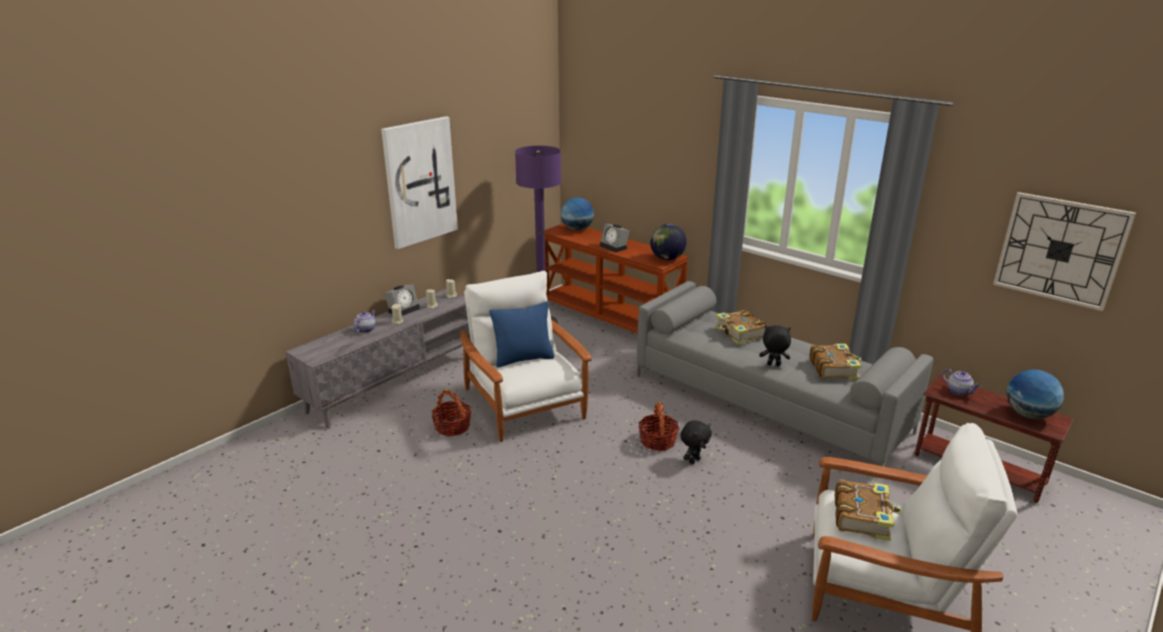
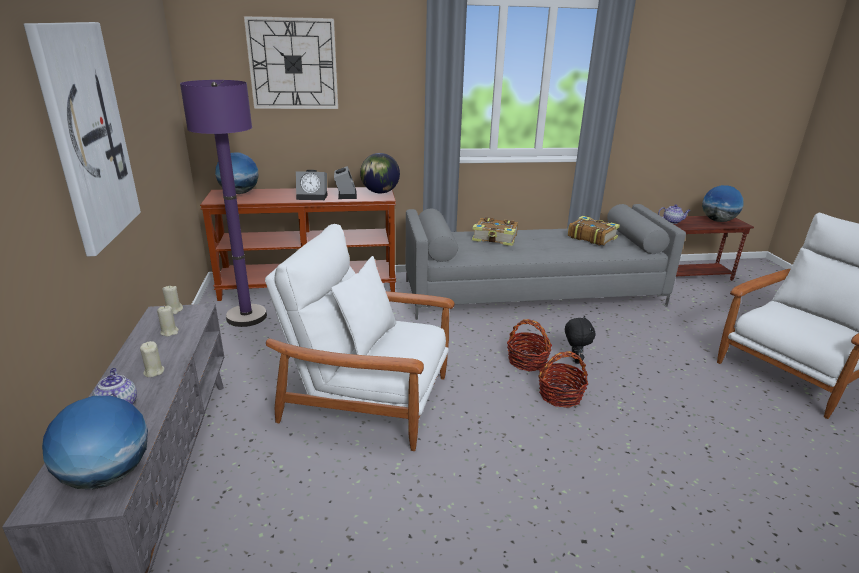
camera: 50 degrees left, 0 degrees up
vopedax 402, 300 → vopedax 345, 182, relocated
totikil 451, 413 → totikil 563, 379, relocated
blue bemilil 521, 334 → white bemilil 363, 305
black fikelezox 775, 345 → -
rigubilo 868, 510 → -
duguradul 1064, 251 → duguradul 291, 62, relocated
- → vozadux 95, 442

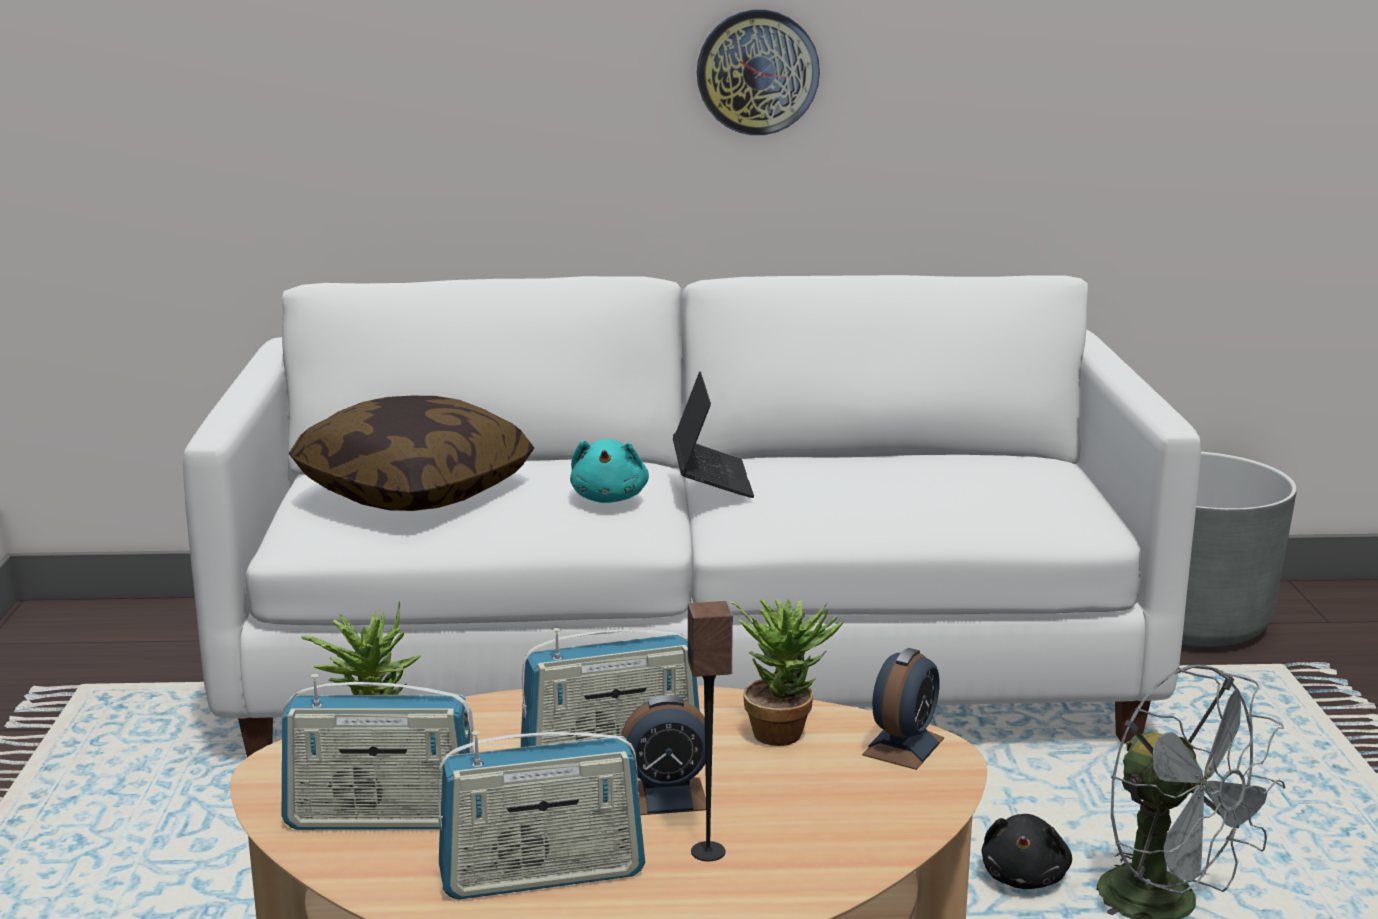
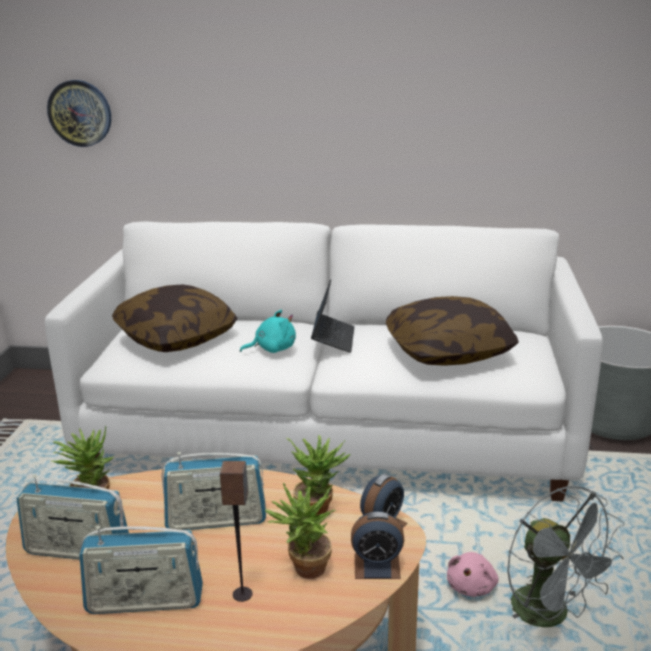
camera: 10 degrees right, 5 degrees up
turquoise fikelezox 609, 471 → turquoise fikelezox 268, 331, 120 degrees counterclockwise
vopedax 663, 755 → vopedax 377, 545, relocated
duguradul 758, 72 → duguradul 79, 113, relocated
black fikelezox 1027, 851 → pink fikelezox 472, 574
- → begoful 300, 531
- → bemilil 452, 331

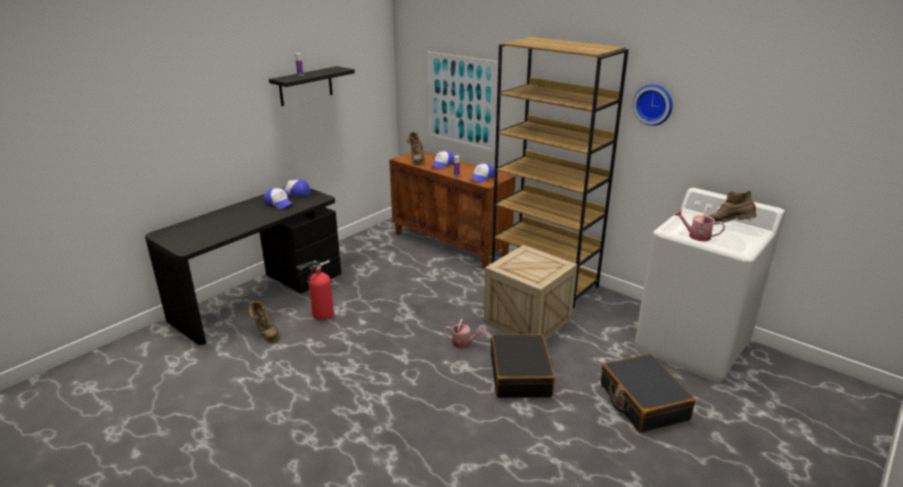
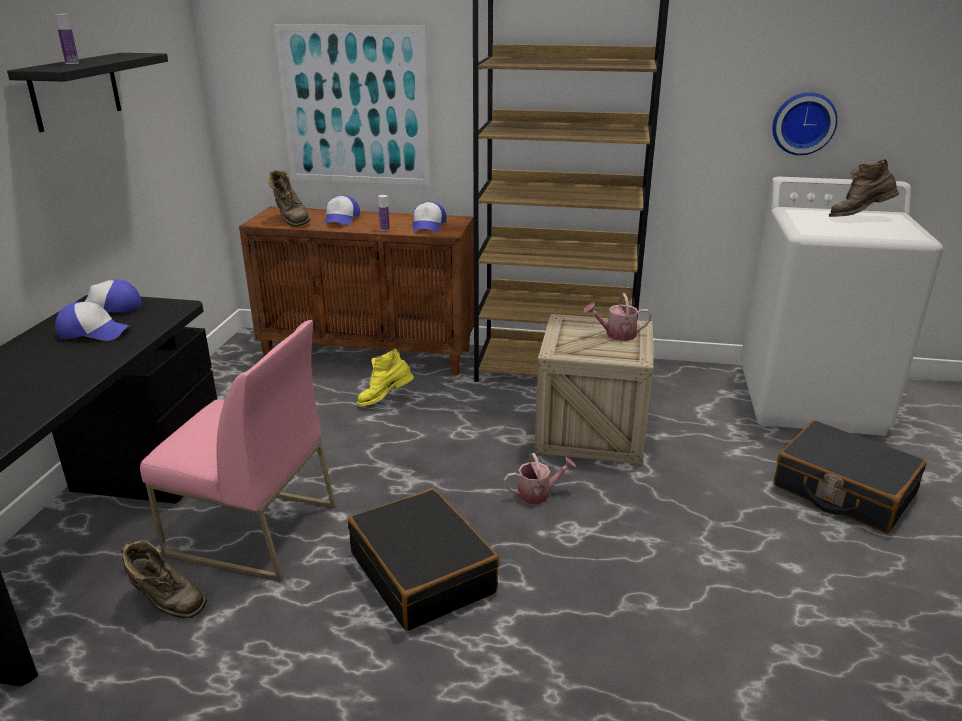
camera: 30 degrees left, 0 degrees up
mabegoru 315, 290 → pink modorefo 238, 450
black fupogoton 523, 366 → black fupogoton 423, 559, relocated
duguradul 653, 105 → duguradul 805, 123, relocated
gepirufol 699, 224 → gepirufol 618, 317, relocated
- → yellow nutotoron 385, 377

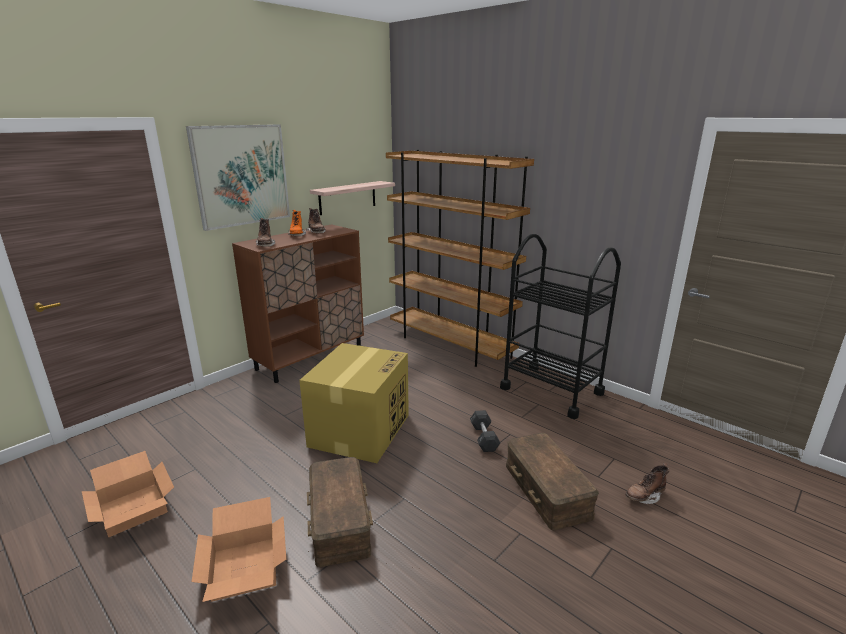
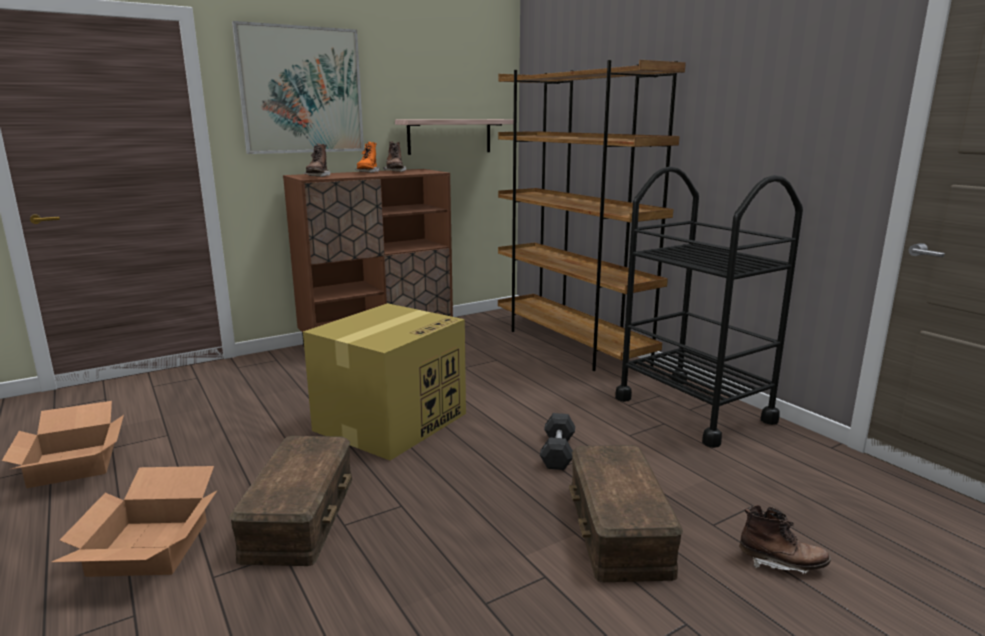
camera: 15 degrees right, 5 degrees down
brown nutotoron 647, 483 → brown nutotoron 785, 539, 150 degrees counterclockwise

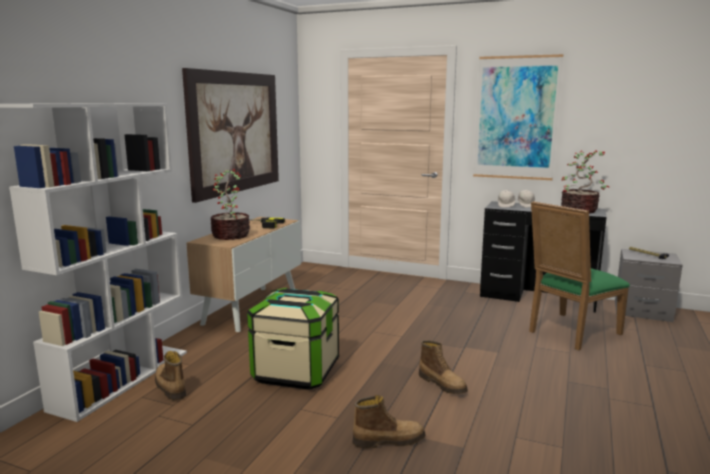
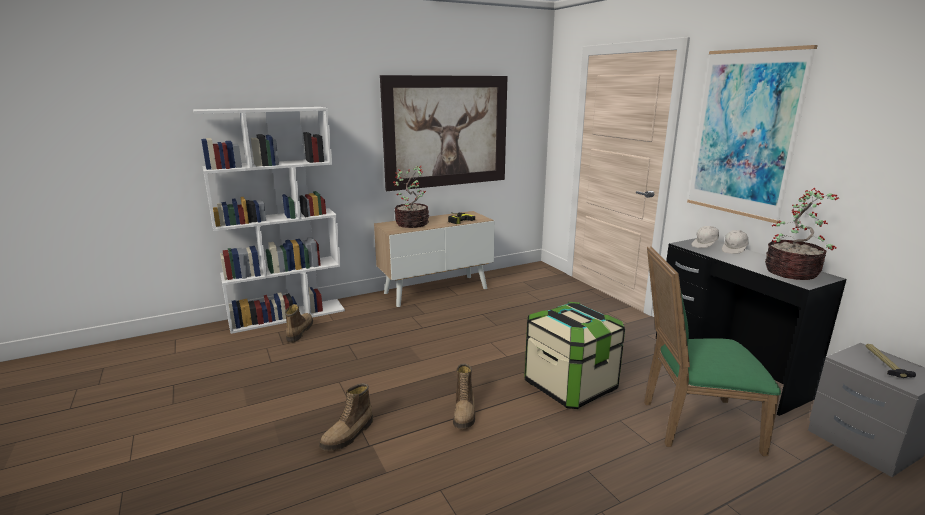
camera: 40 degrees right, 5 degrees up
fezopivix 293, 339 → fezopivix 574, 355, relocated
nutotoron 389, 421 → nutotoron 346, 417, 90 degrees clockwise

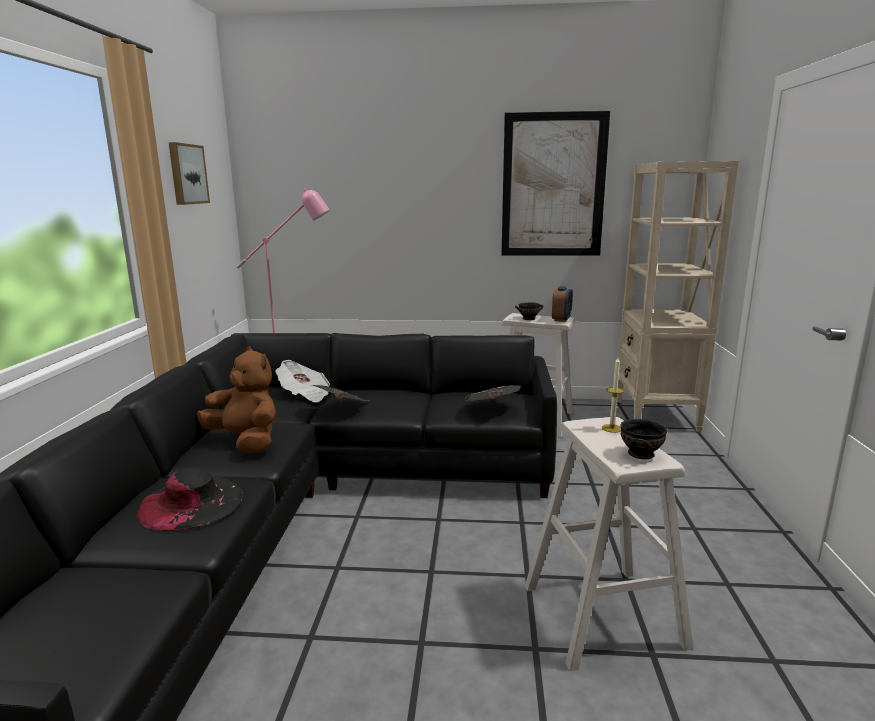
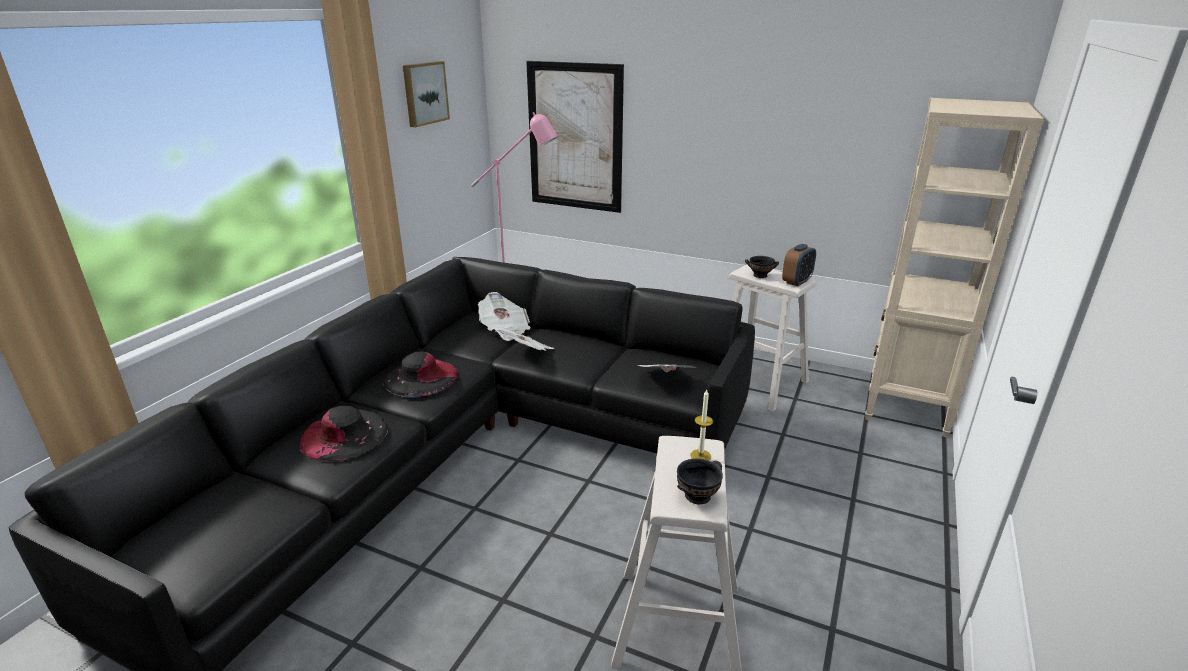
camera: 20 degrees right, 10 degrees up
brown fikelezox 236, 400 → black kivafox 421, 374
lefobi 555, 183 → lefobi 575, 137, relocated

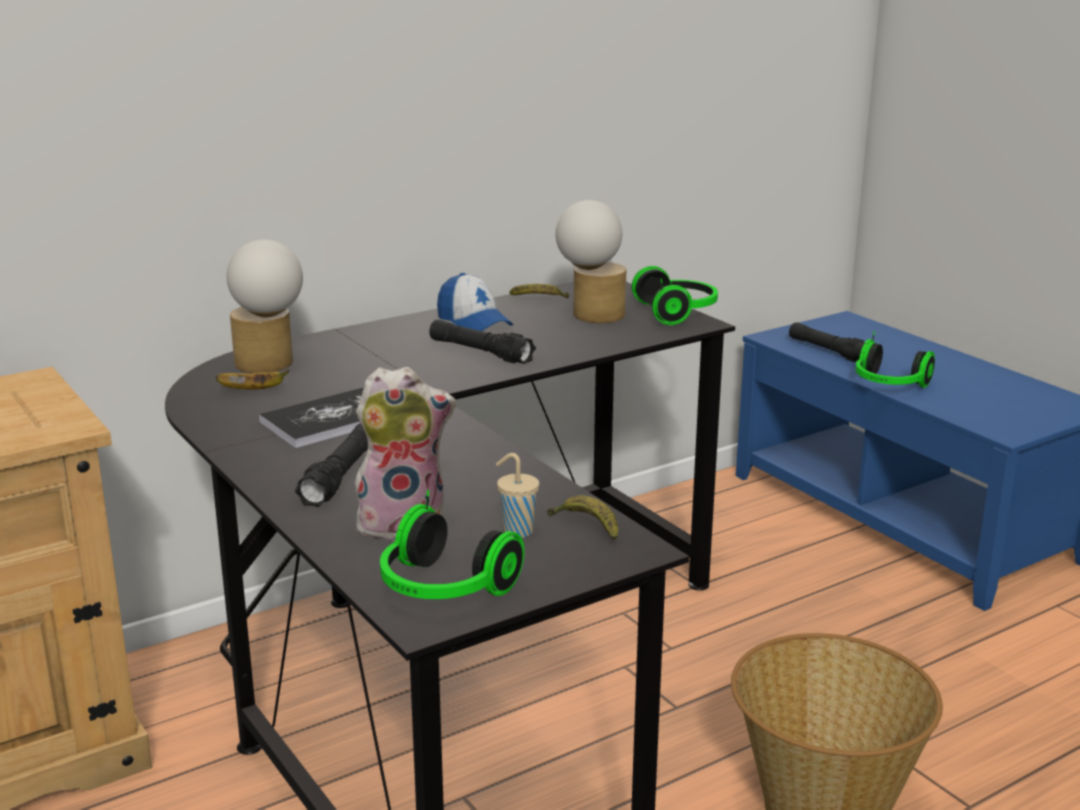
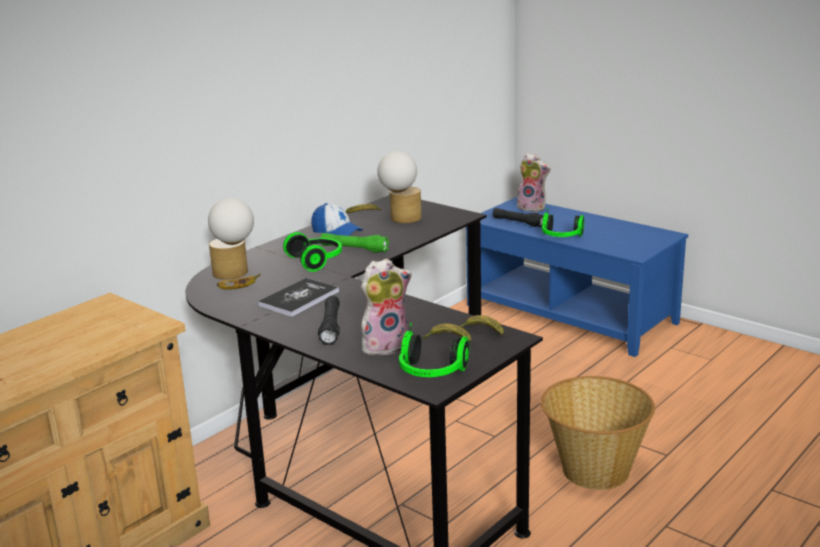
camera: 15 degrees left, 0 degrees up
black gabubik 482, 342 → green gabubik 355, 243
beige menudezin 517, 495 → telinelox 447, 333
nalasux 675, 295 → nalasux 312, 252, relocated
- → fikelezox 534, 182

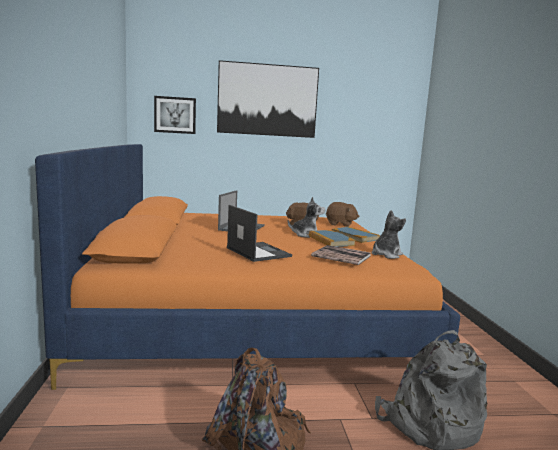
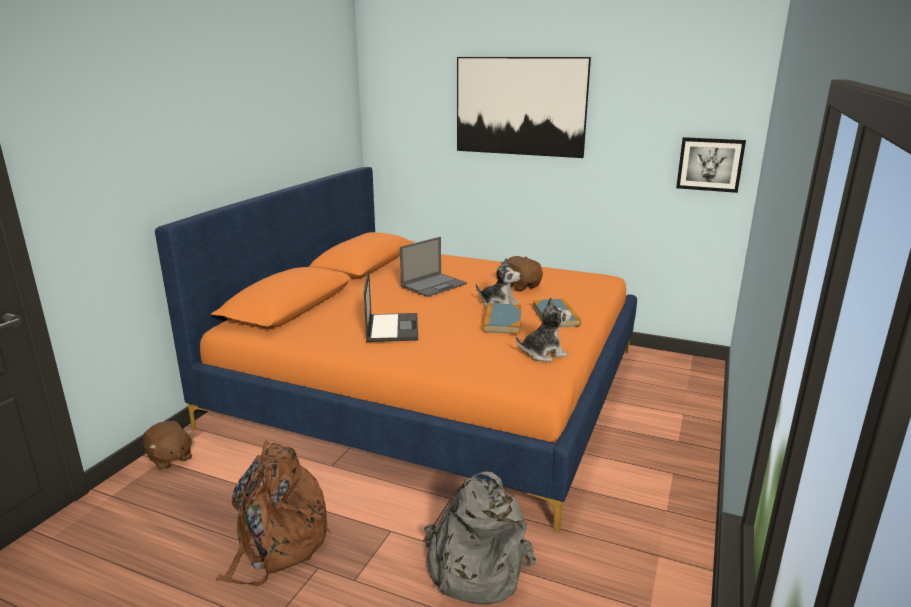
camera: 30 degrees right, 10 degrees up
lefobi 175, 115 → lefobi 711, 165, relocated
rigubilo 341, 255 → -
brown fikelezox 342, 214 → brown fikelezox 168, 445, relocated

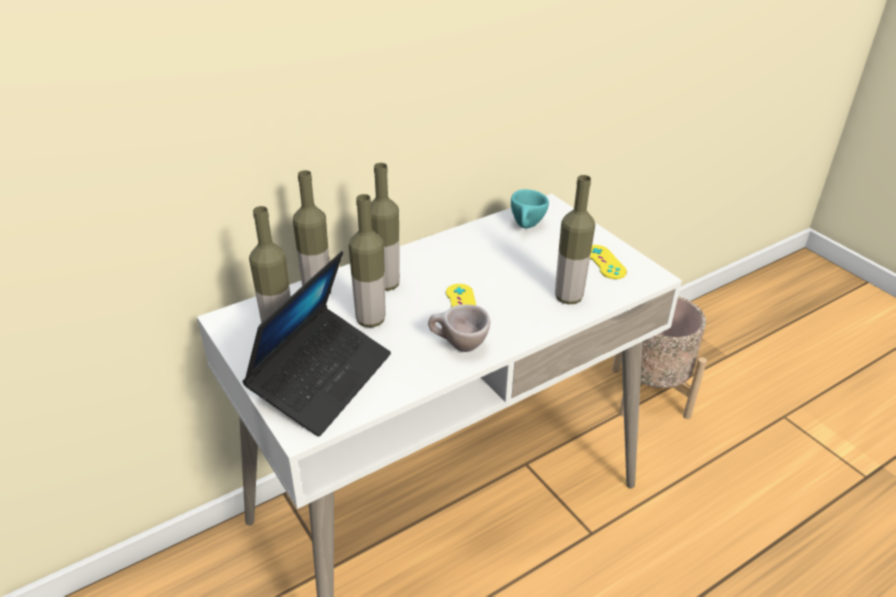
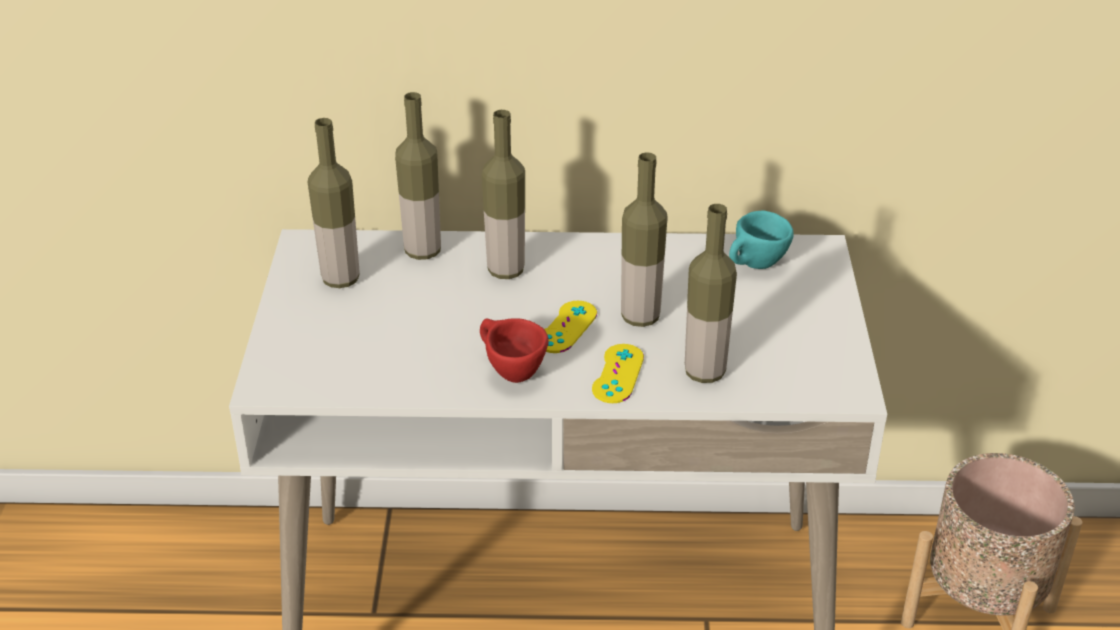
camera: 35 degrees right, 0 degrees up
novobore 316, 343 → -
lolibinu 367, 260 → lolibinu 644, 239, relocated
beige menudezin 459, 328 → red menudezin 514, 351
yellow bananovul 608, 262 → yellow bananovul 618, 373, relocated

